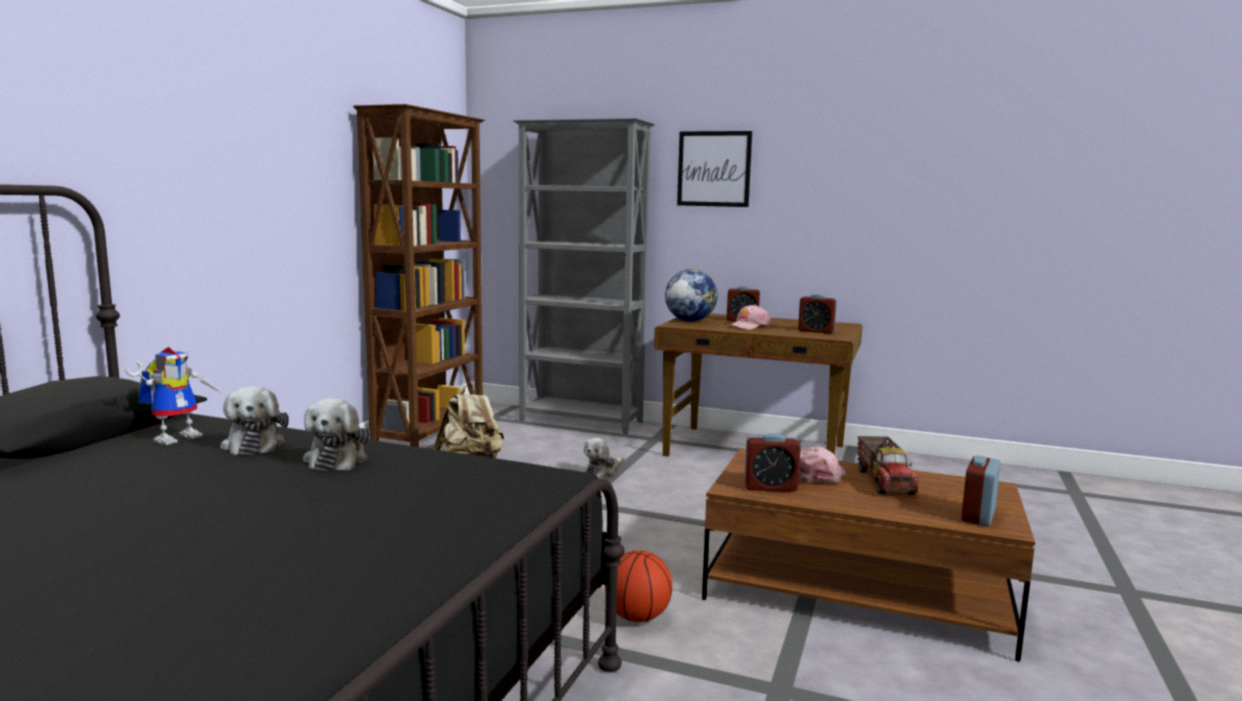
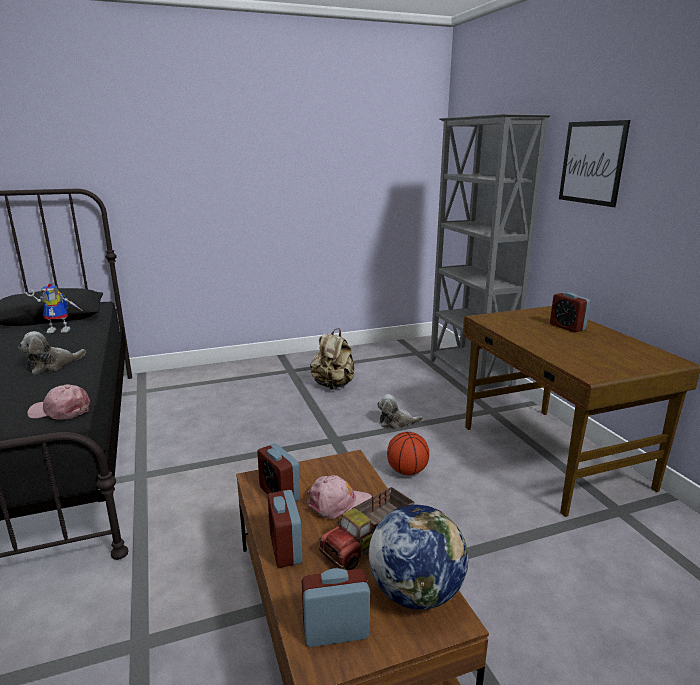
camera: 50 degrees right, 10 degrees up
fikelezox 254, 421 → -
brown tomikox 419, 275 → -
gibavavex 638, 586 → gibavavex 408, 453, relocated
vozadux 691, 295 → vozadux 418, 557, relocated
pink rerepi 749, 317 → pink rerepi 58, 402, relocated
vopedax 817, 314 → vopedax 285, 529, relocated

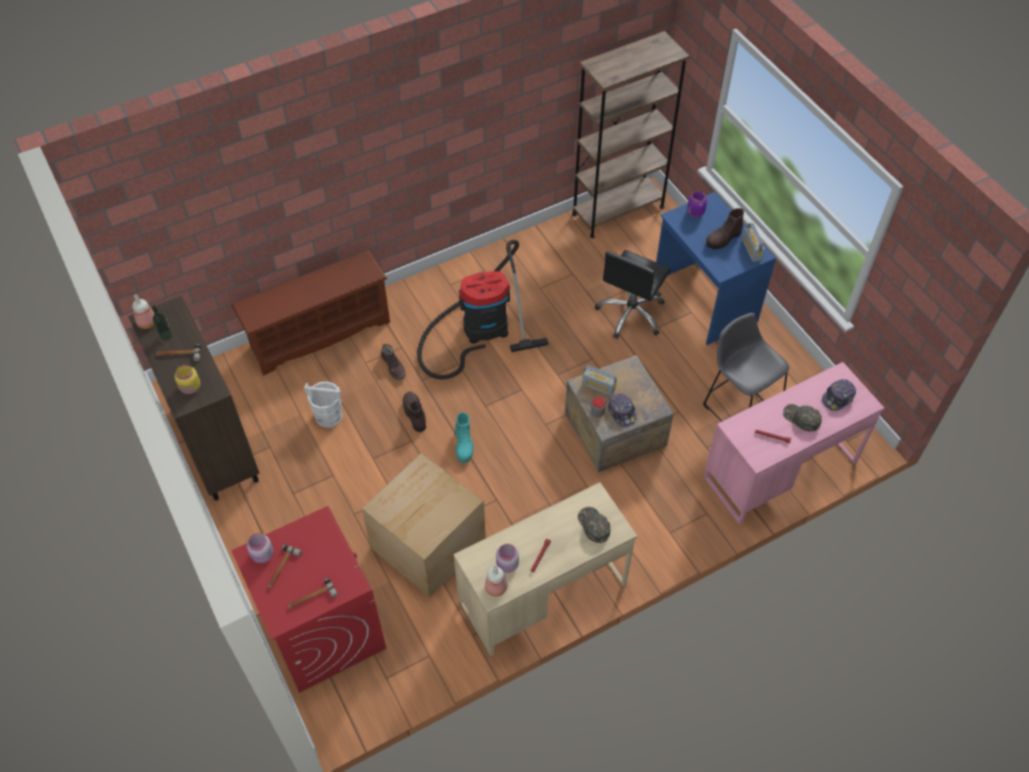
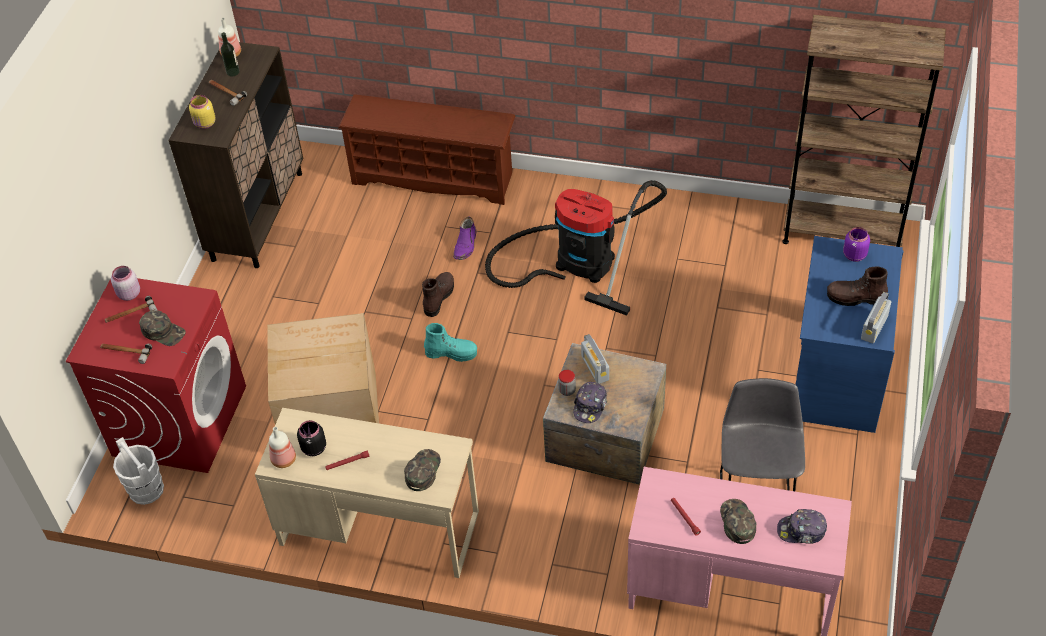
camera: 45 degrees right, 5 degrees down
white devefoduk 323, 405 → white devefoduk 138, 471, relocated
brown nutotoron 393, 362 → purple nutotoron 464, 238
turquoise nutotoron 463, 437 → turquoise nutotoron 450, 342, 120 degrees counterclockwise
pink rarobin 507, 558 → black rarobin 311, 438
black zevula 633, 294 → -
- → green rerepi 162, 328

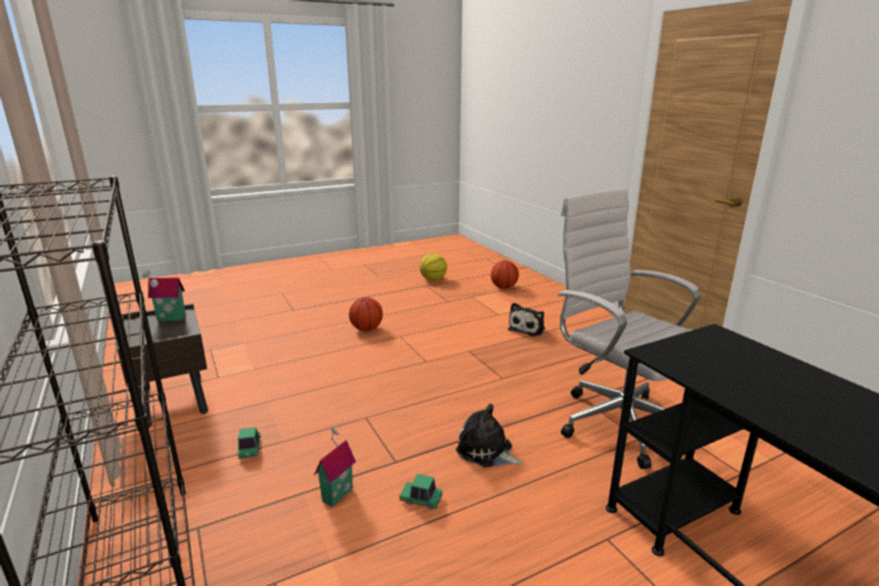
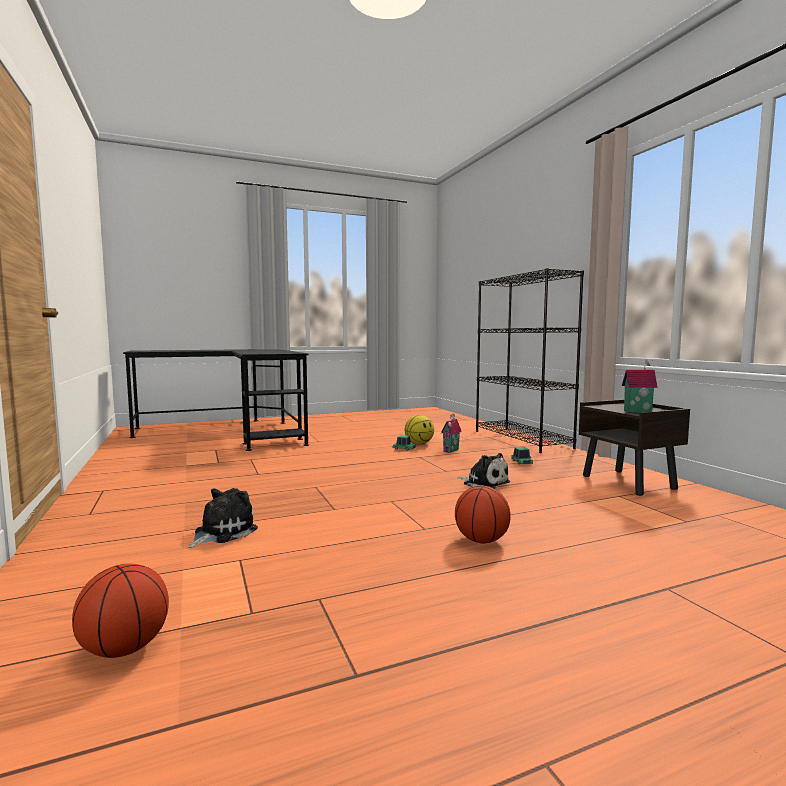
camera: 175 degrees left, 15 degrees down
gibavavex 433, 267 → gibavavex 419, 430, relocated
fikelezox 489, 435 → fikelezox 483, 471, relocated
white zevula 629, 329 → -

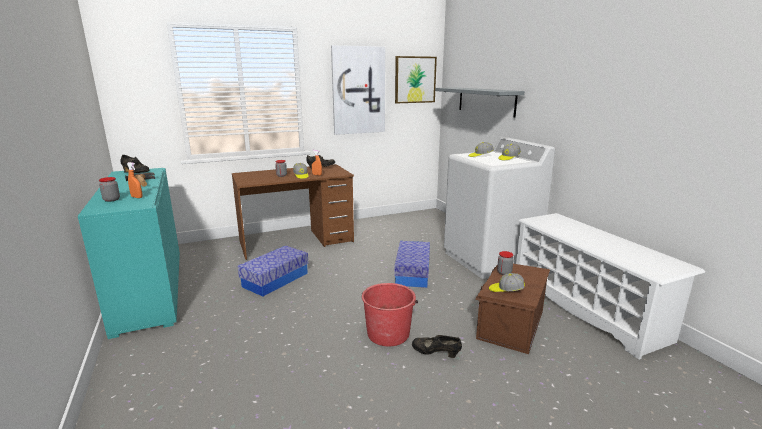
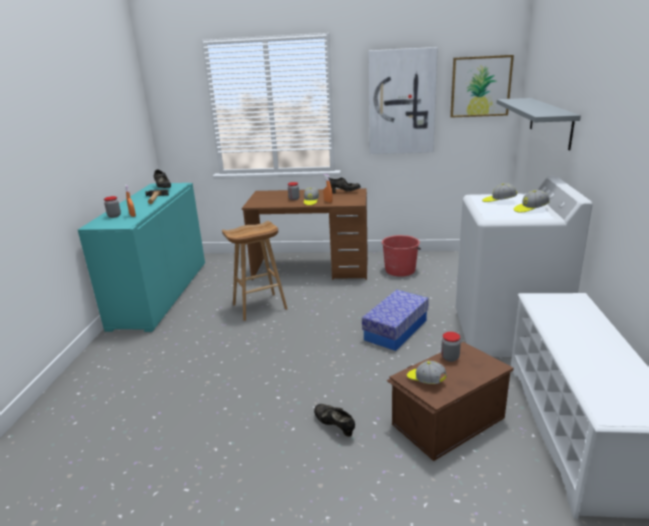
camera: 30 degrees right, 5 degrees up
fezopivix 273, 271 → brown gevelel 254, 271
red devefoduk 390, 314 → red devefoduk 401, 256, relocated

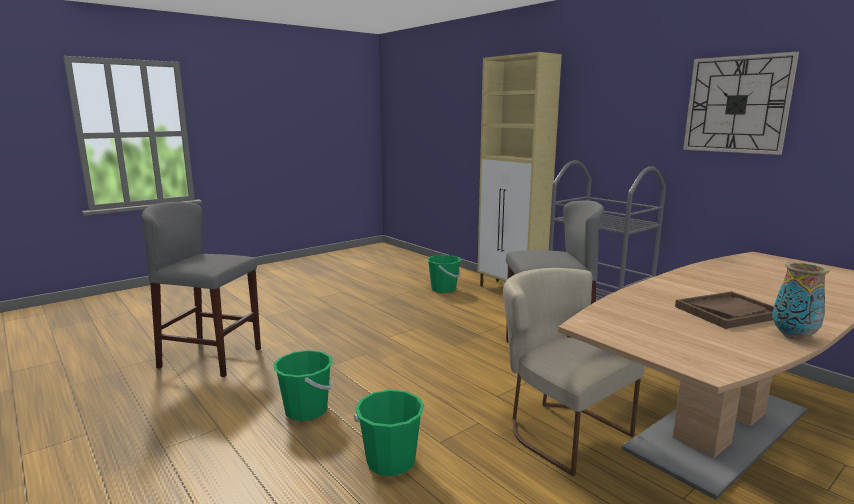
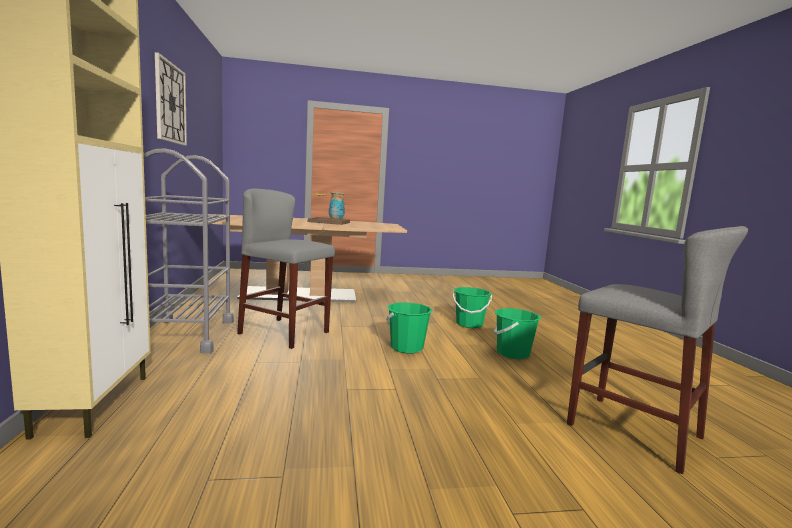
camera: 150 degrees left, 5 degrees down
green devefoduk 444, 274 → green devefoduk 409, 328, relocated
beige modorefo 574, 372 → -

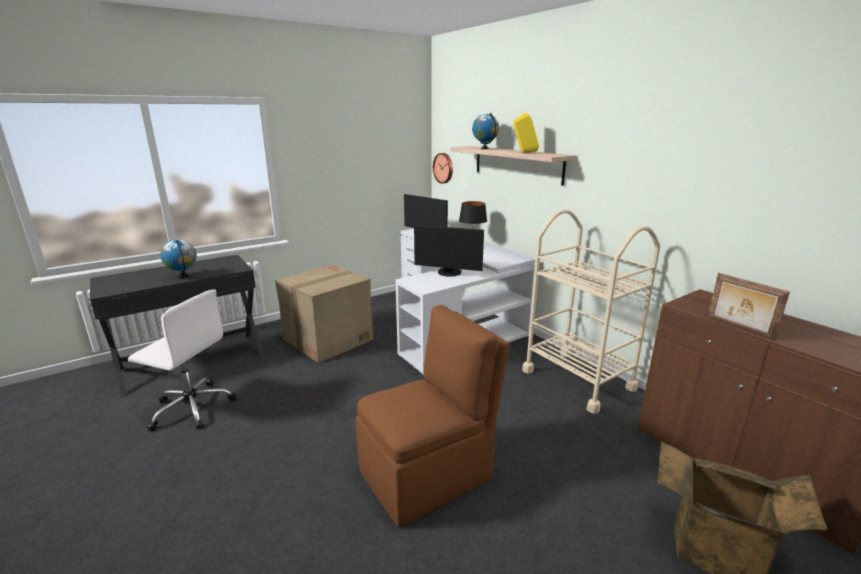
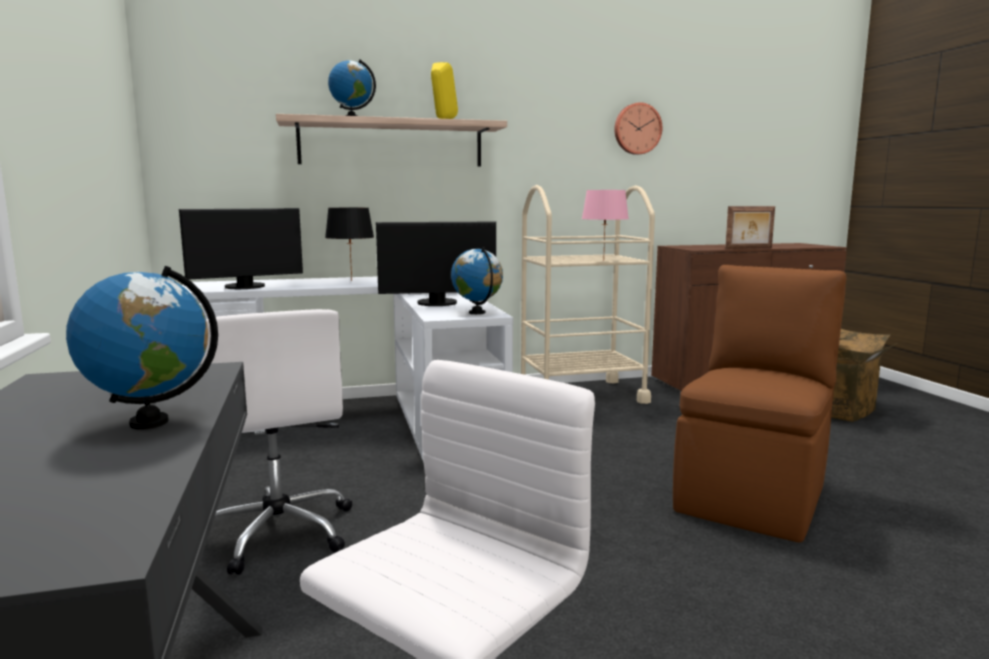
camera: 70 degrees left, 10 degrees down
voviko 324, 314 → white zevula 276, 442
brown modorefo 433, 416 → brown modorefo 759, 403, 45 degrees clockwise
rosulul 449, 251 → rosulul 436, 264, 45 degrees clockwise
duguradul 443, 168 → duguradul 638, 128, relocated
- → vozadux 477, 280
- → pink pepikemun 605, 225

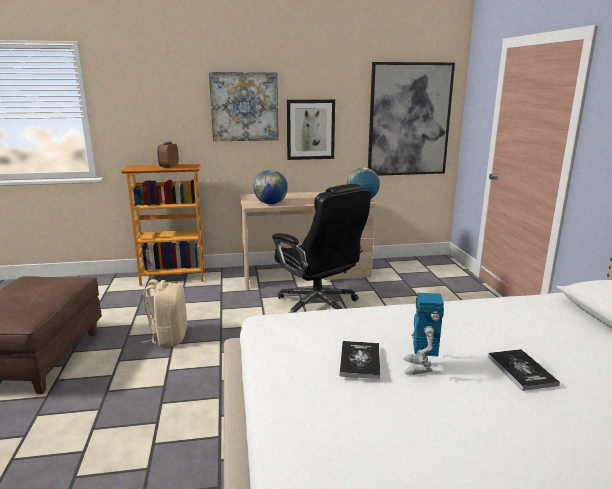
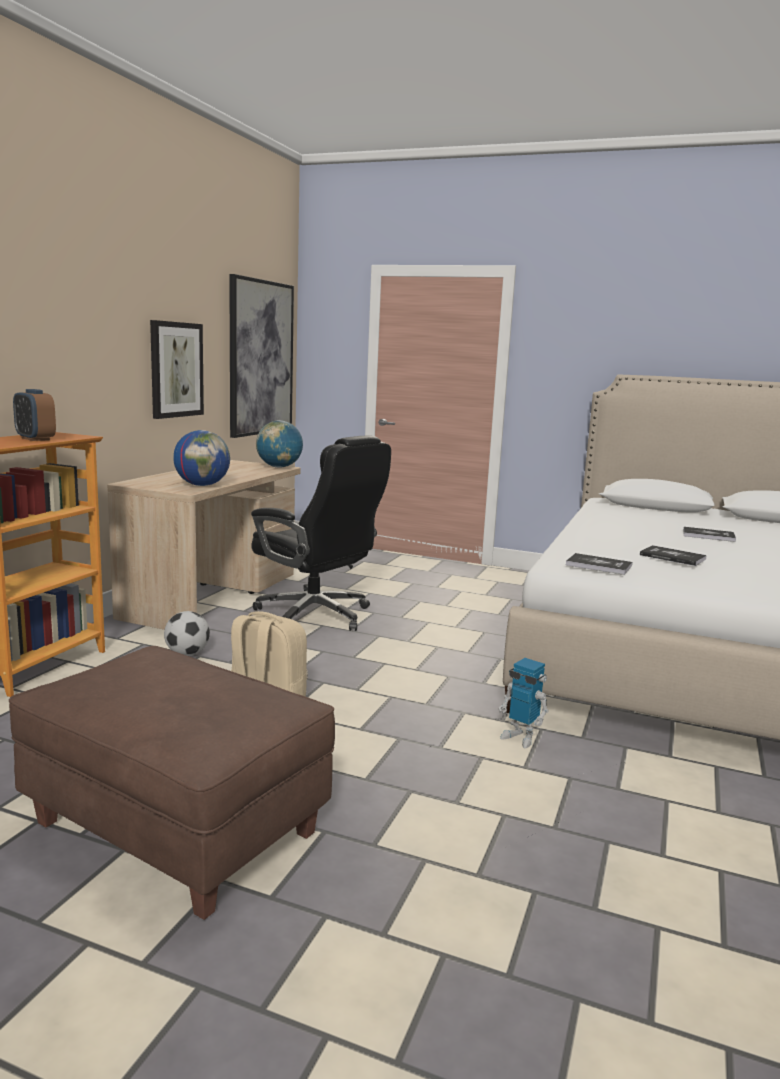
camera: 60 degrees left, 5 degrees down
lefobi 244, 106 → -
black zevula 321, 248 → black zevula 321, 533, 45 degrees clockwise
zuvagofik 423, 334 → zuvagofik 524, 703, relocated
- → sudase 187, 633
- → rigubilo 599, 564

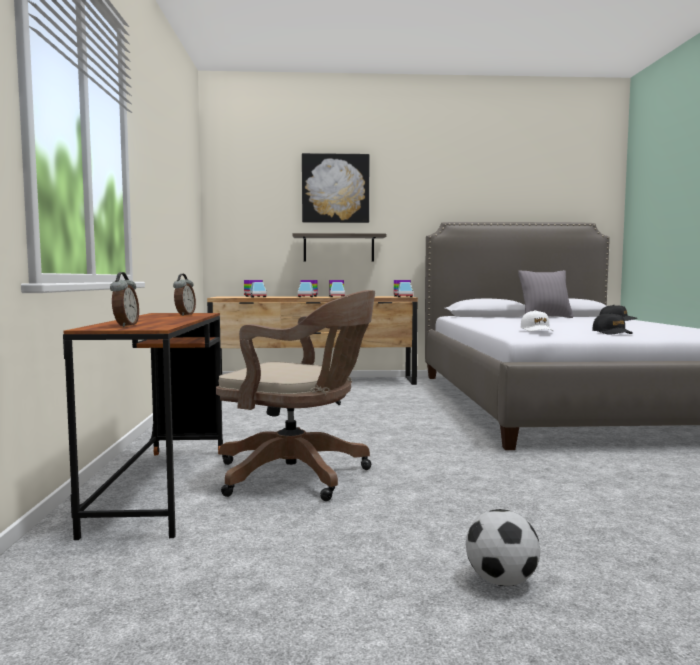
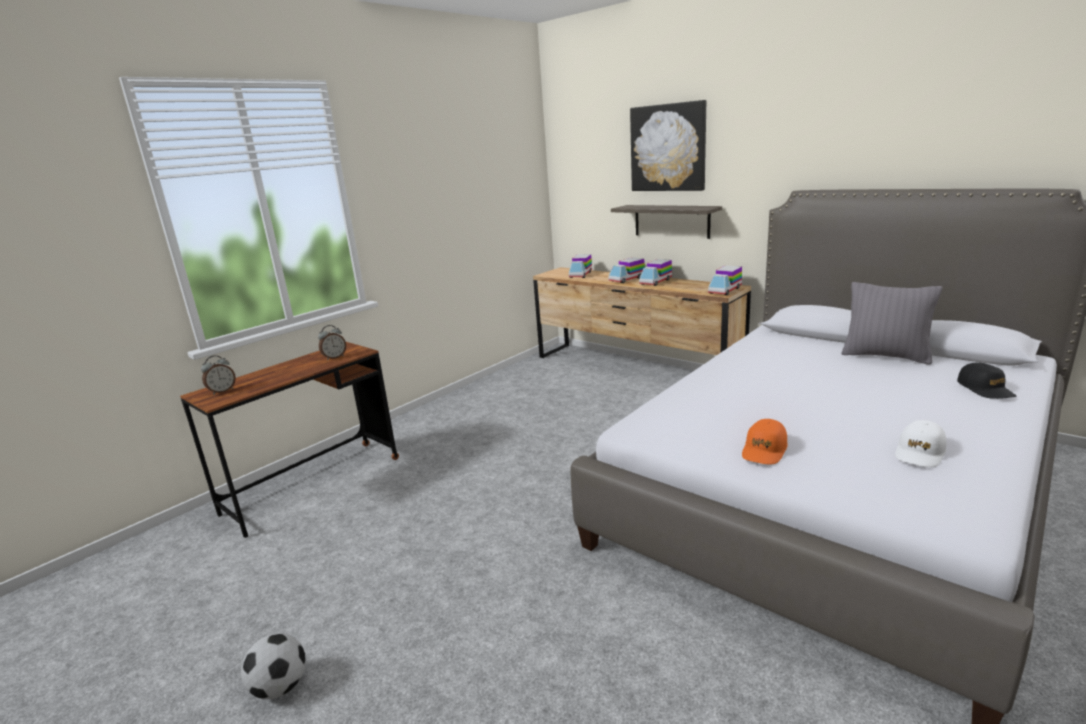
camera: 45 degrees right, 15 degrees up
brown zevula 295, 395 → -
white rerepi 536, 321 → white rerepi 920, 443, relocated
black rerepi 612, 324 → orange rerepi 765, 442

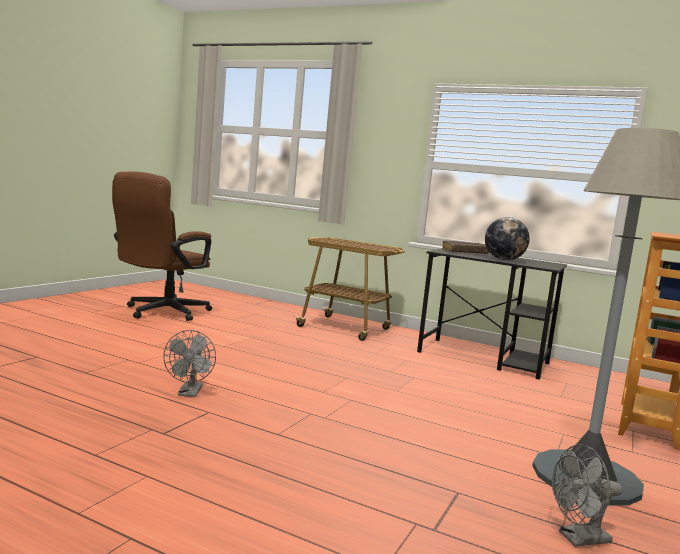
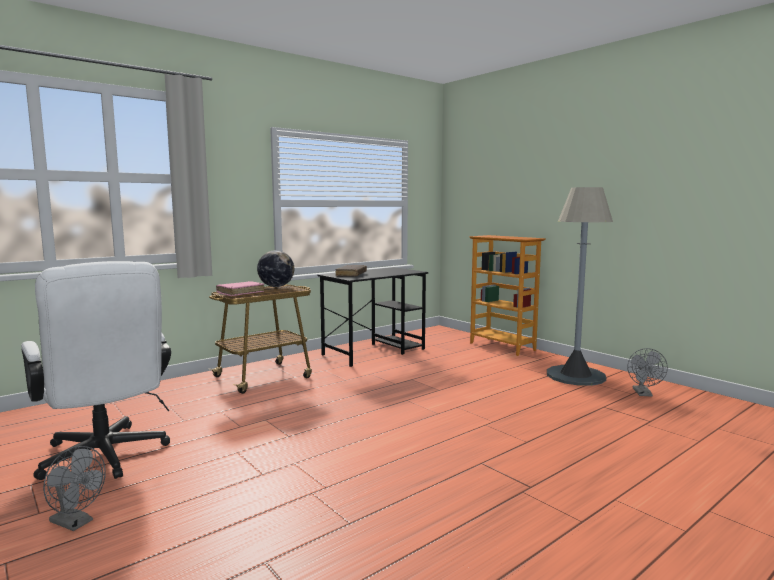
camera: 65 degrees left, 0 degrees up
brown zevula 162, 246 → white zevula 96, 370
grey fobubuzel 189, 363 → grey fobubuzel 74, 488, relocated
vozadux 507, 239 → vozadux 275, 268, relocated
- → pink rigubilo 240, 288

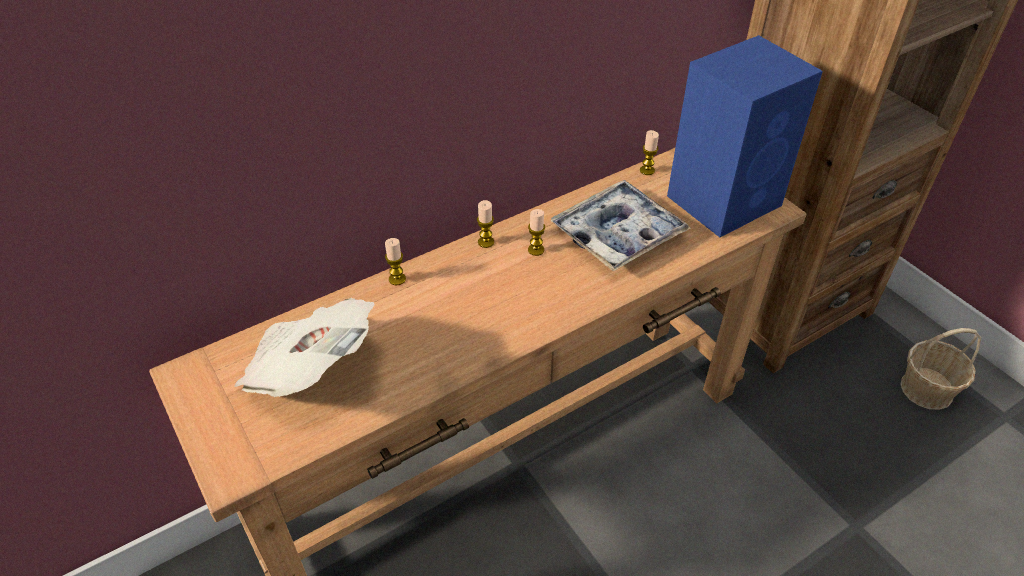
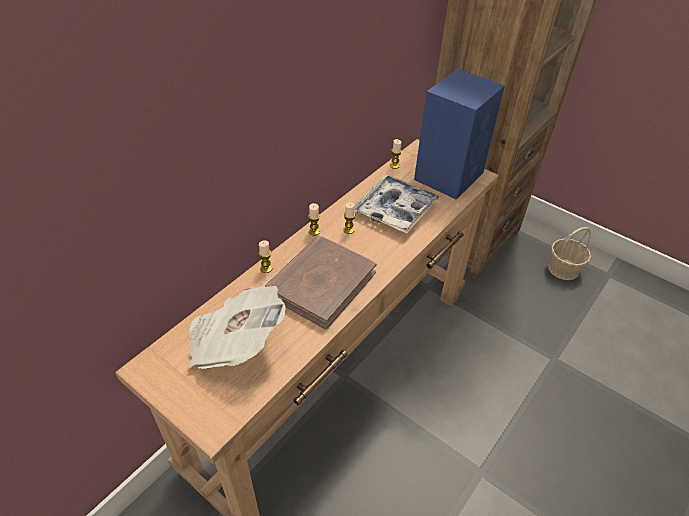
camera: 20 degrees left, 0 degrees up
- → brown rigubilo 321, 283

